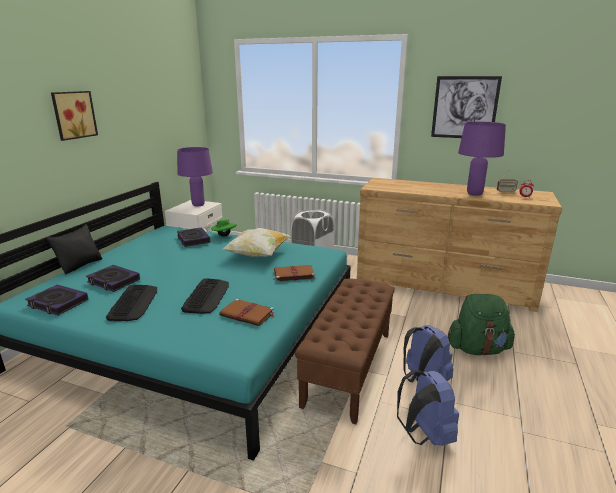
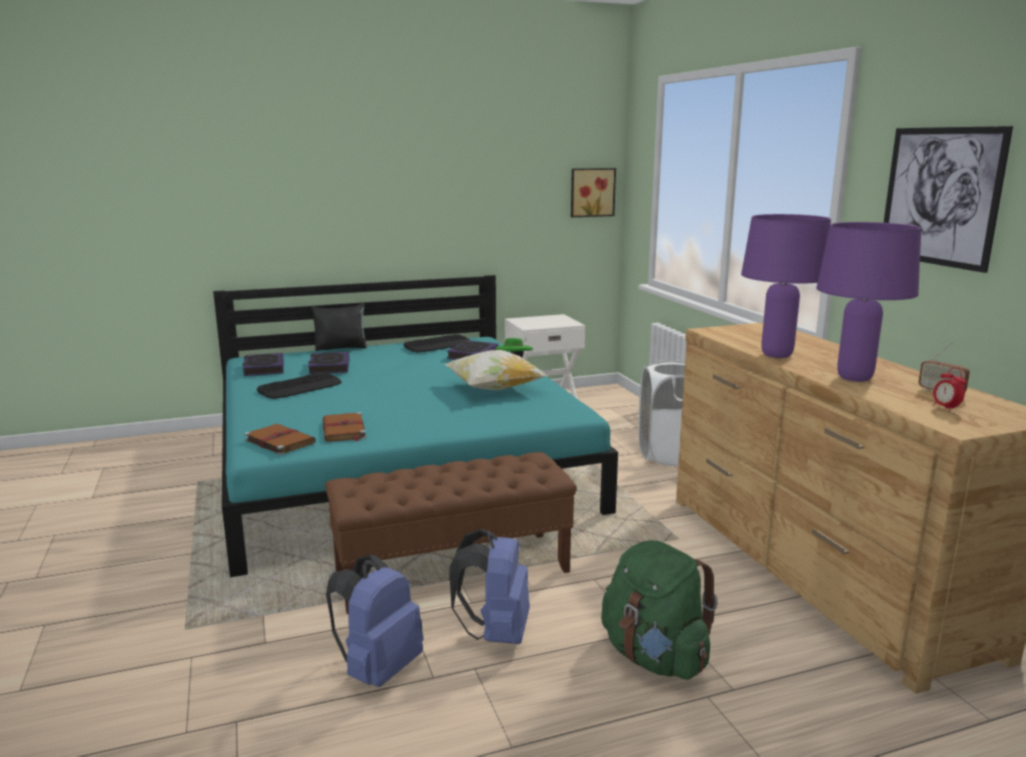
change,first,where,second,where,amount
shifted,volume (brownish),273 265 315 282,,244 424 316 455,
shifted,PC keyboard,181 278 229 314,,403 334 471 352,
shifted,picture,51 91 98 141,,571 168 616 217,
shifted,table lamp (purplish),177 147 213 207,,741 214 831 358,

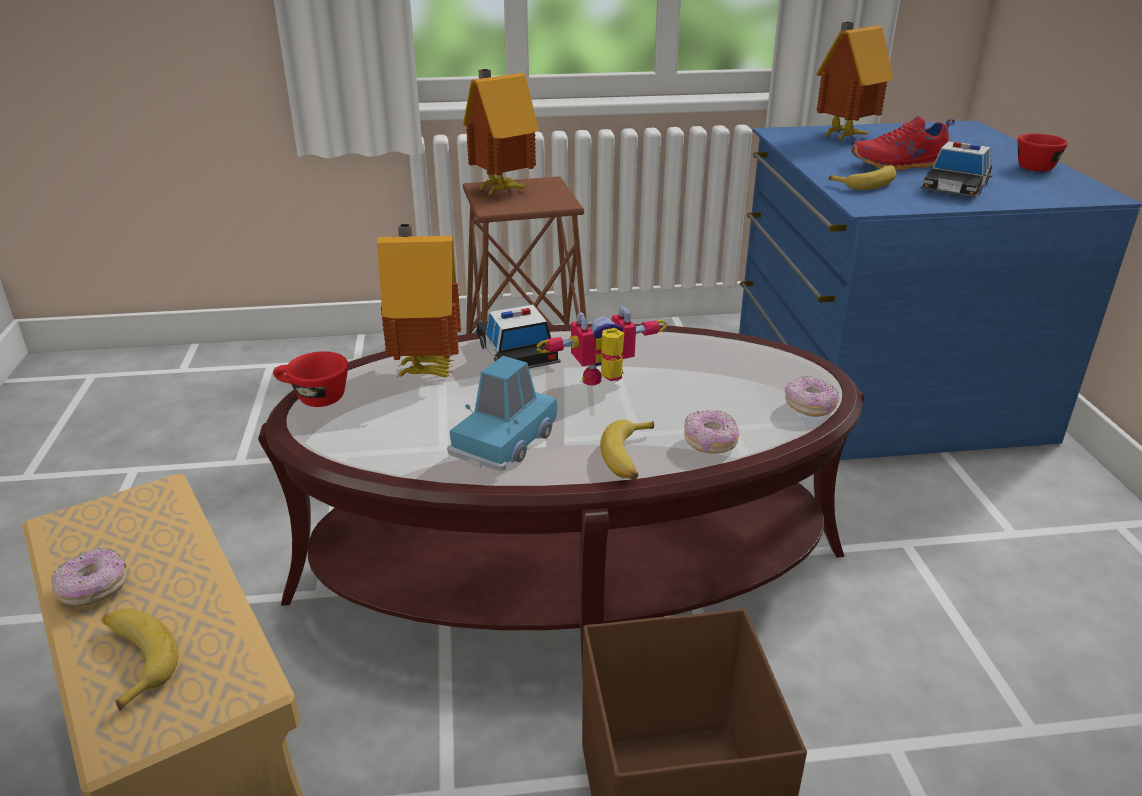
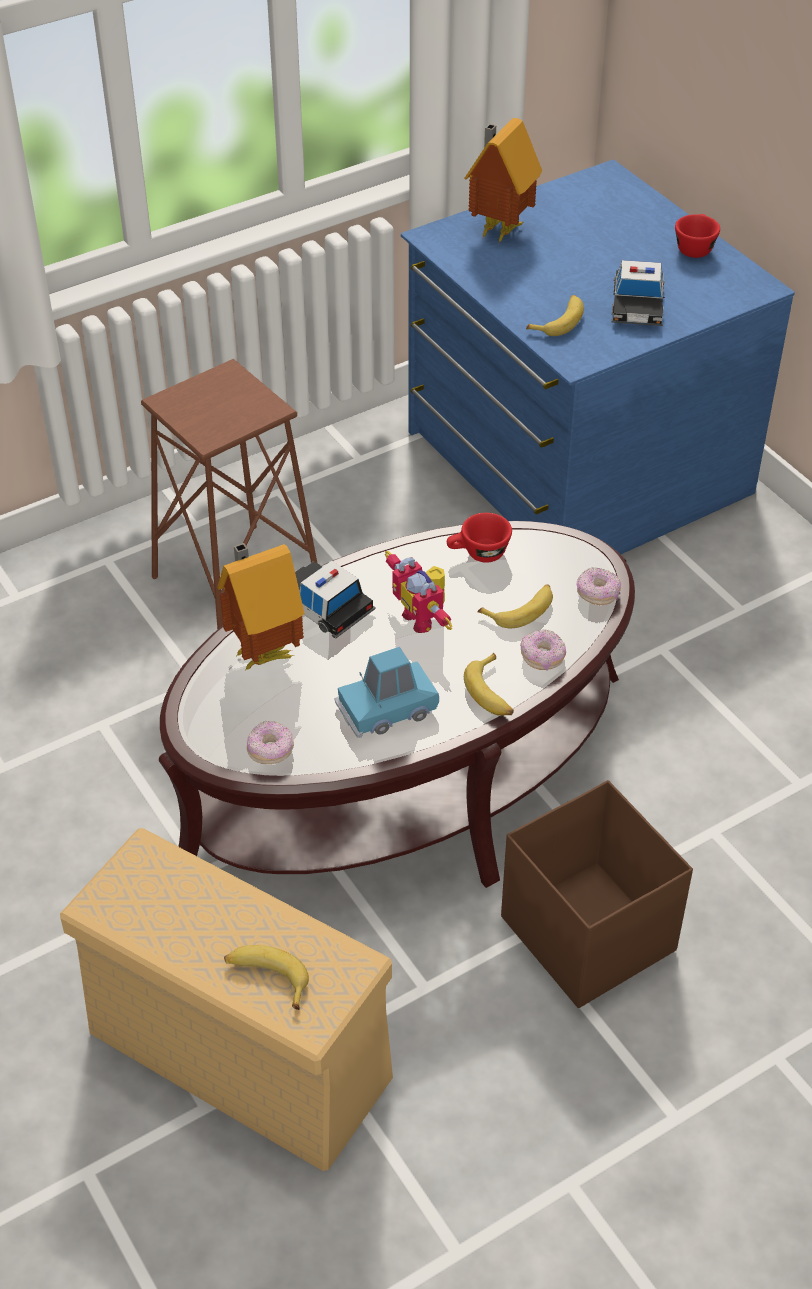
change,first,where,second,where,amount
shifted,ring doughnut,51 547 127 606,,247 721 294 764,
rotated,model car (bluish),447 356 557 471,,334 647 439 738,60 degrees clockwise
rotated,toy robot,536 306 667 386,,385 551 452 633,75 degrees counterclockwise
shifted,cup (red-coloured),273 351 348 407,,447 513 512 563,
new,,,whole banana,478 584 553 628,
gone,miniature house,463 69 539 196,,,
gone,low shoe (red-coloured),851 116 955 170,,,

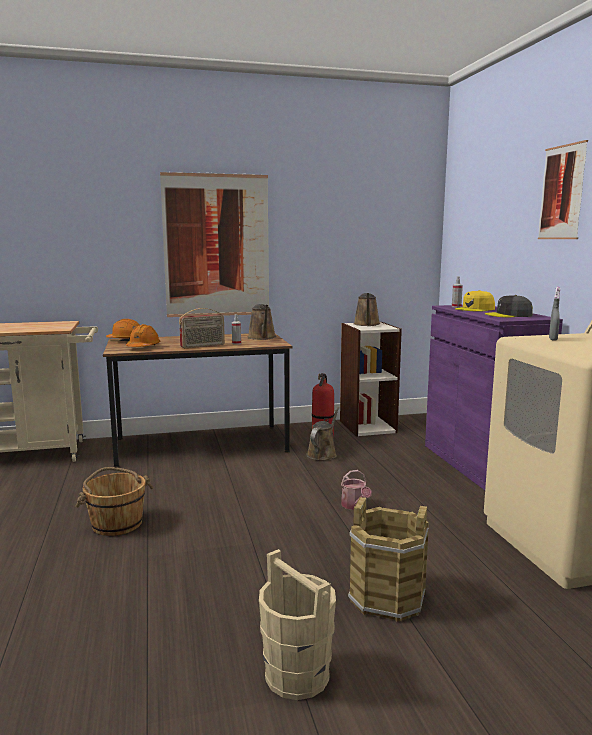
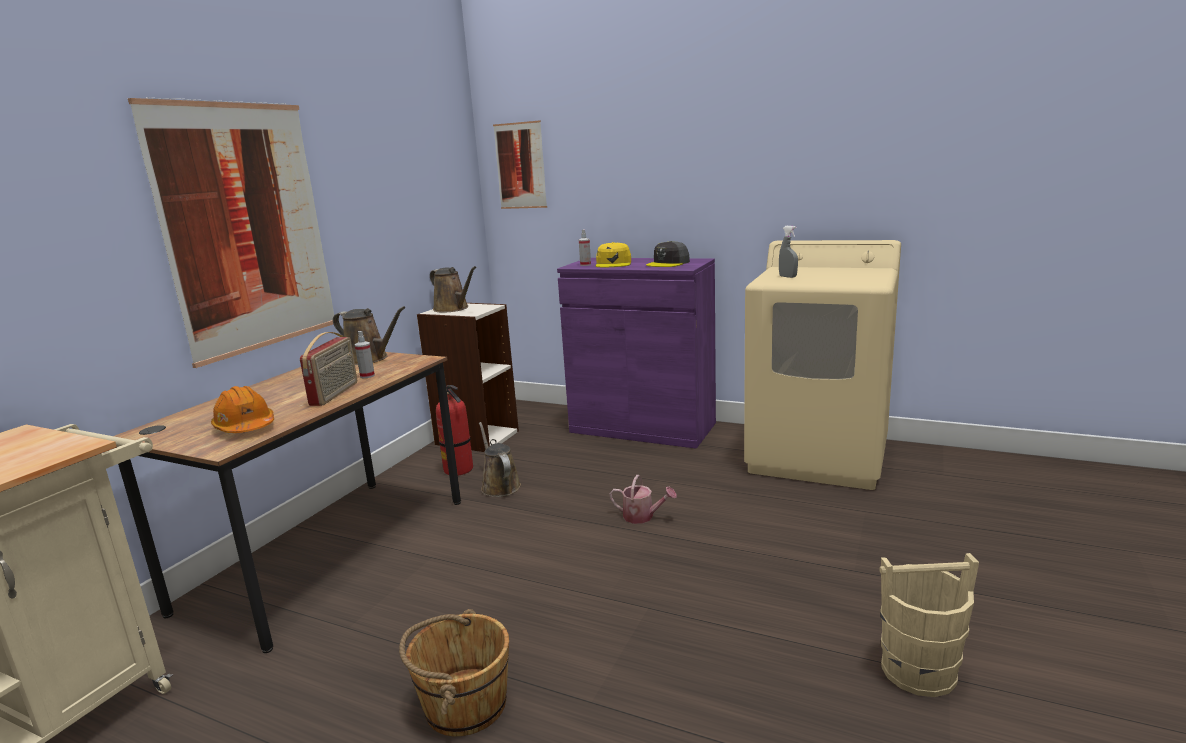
change,first,where,second,where,amount
shifted,picture,538 140 588 239,,493 120 547 209,
gone,work helmet (orange-coloured),106 319 140 339,,,
gone,water bucket (brownish),348 497 429 622,,,

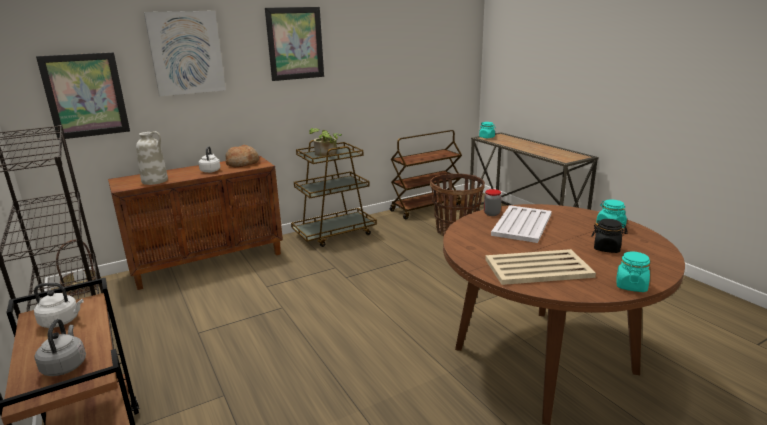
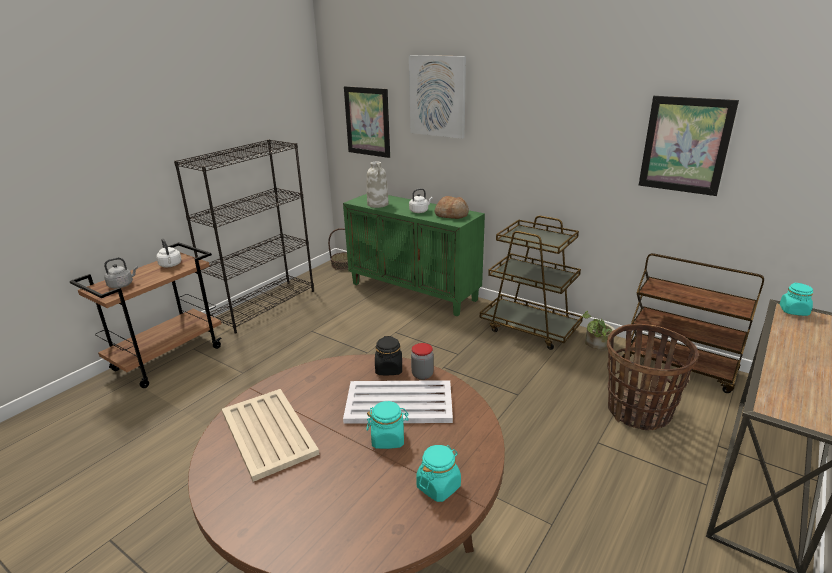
change,first,where,second,where,amount
repainted,cupboard (brownish),108 156 283 290,cupboard (green-coloured),343 194 485 316,
shifted,storage jar (turquoise),617 251 650 292,,366 401 409 449,
shifted,storage jar (black-coloured),591 219 627 253,,375 336 402 375,
shifted,potted plant,309 128 342 157,,582 311 615 351,
shifted,picture,265 7 324 81,,639 96 739 196,

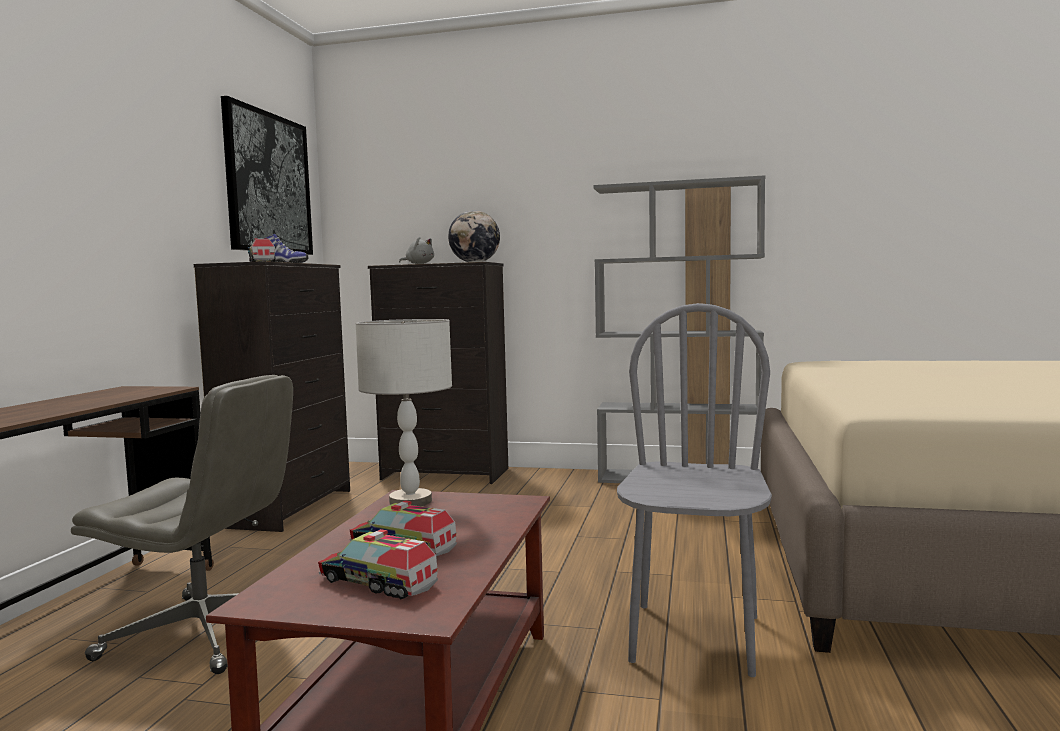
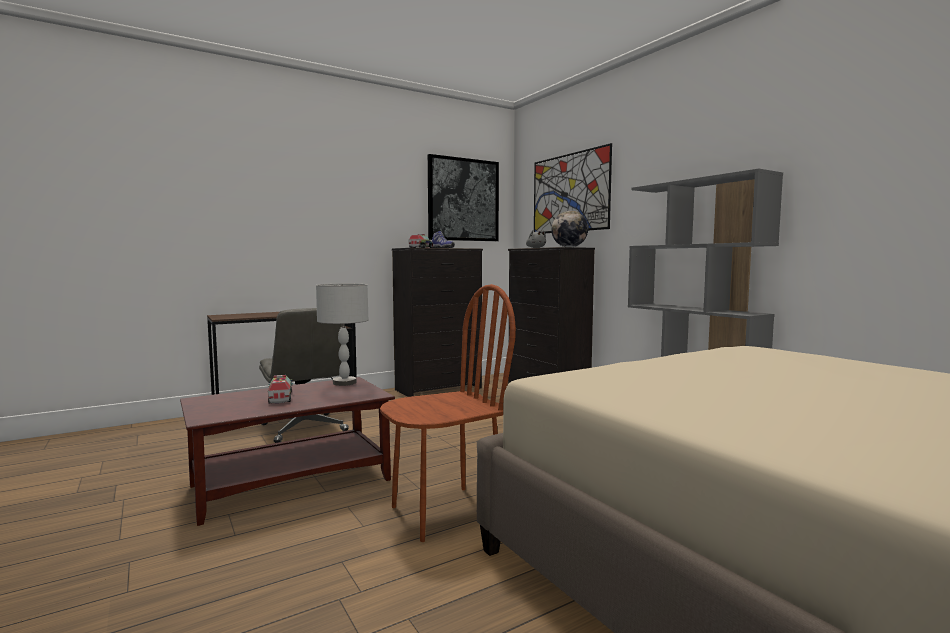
change,first,where,second,where,amount
repainted,chair (greyish),617 303 772 677,chair (brownish),380 284 516 542,
new,,,picture,534 143 612 233,
gone,toy truck,318 529 438 599,,,

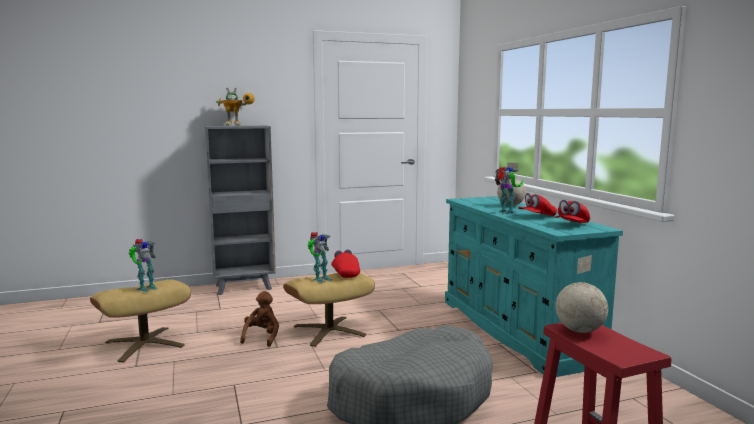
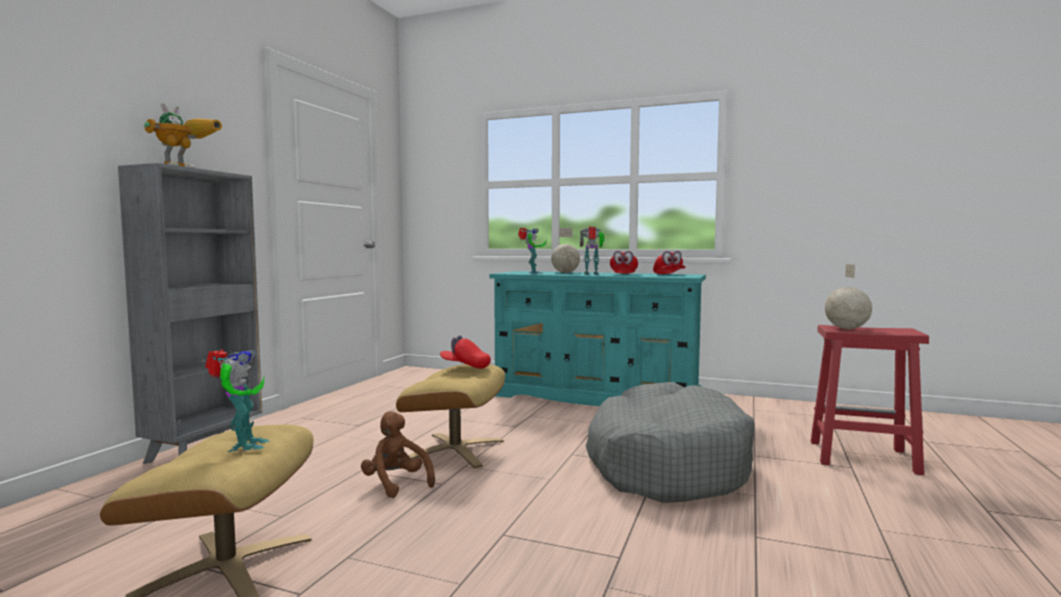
change,first,where,second,where,amount
shifted,toy robot,307 232 331 283,,518 228 546 274,

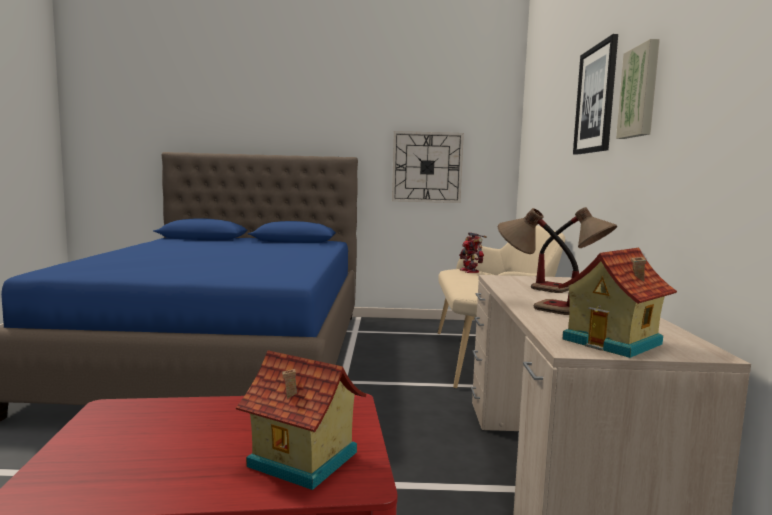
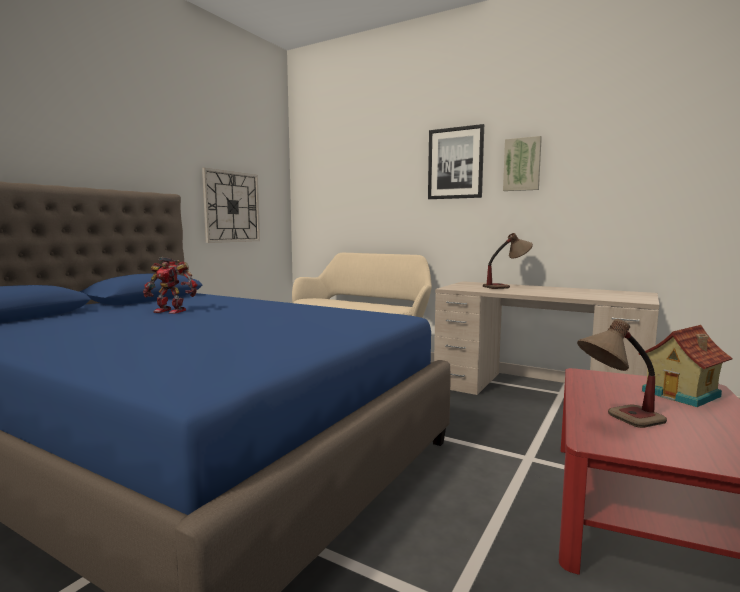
change,first,where,second,where,amount
shifted,toy robot,459 232 487 273,,143 257 197 314,
shifted,table lamp,498 208 579 315,,577 319 667 428,
gone,miniature house,558 248 677 358,,,

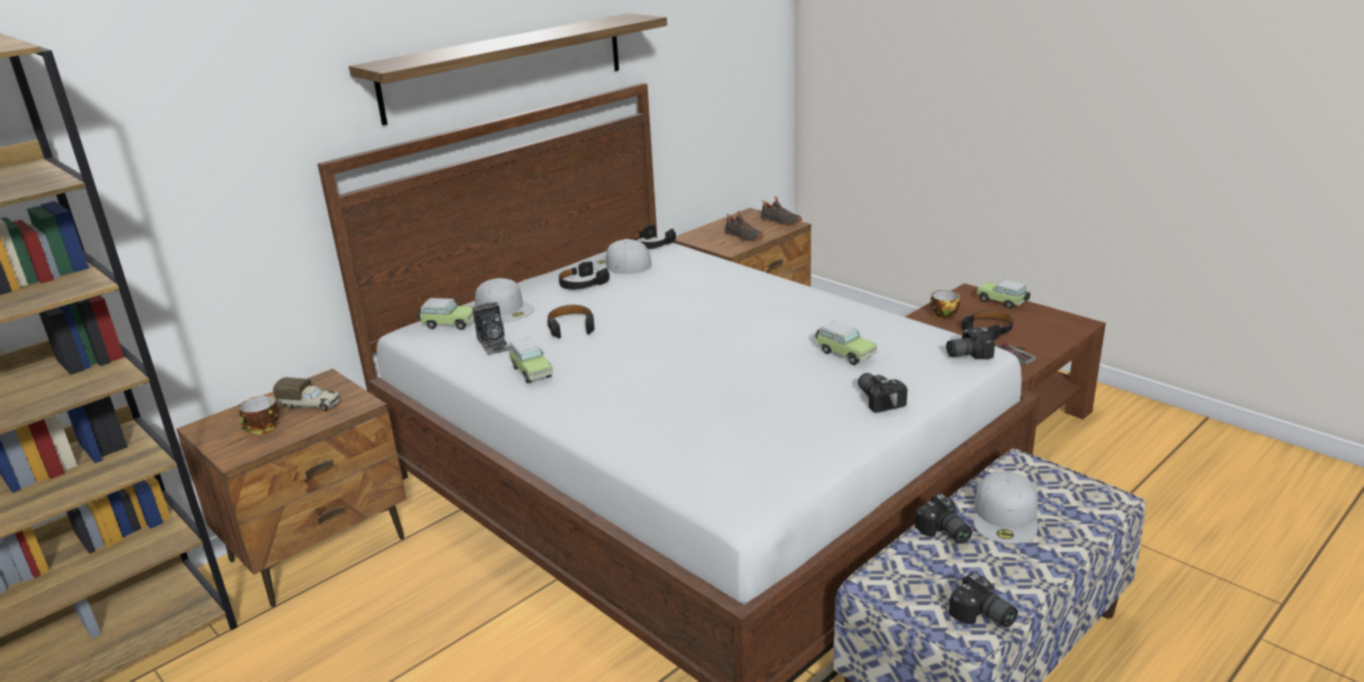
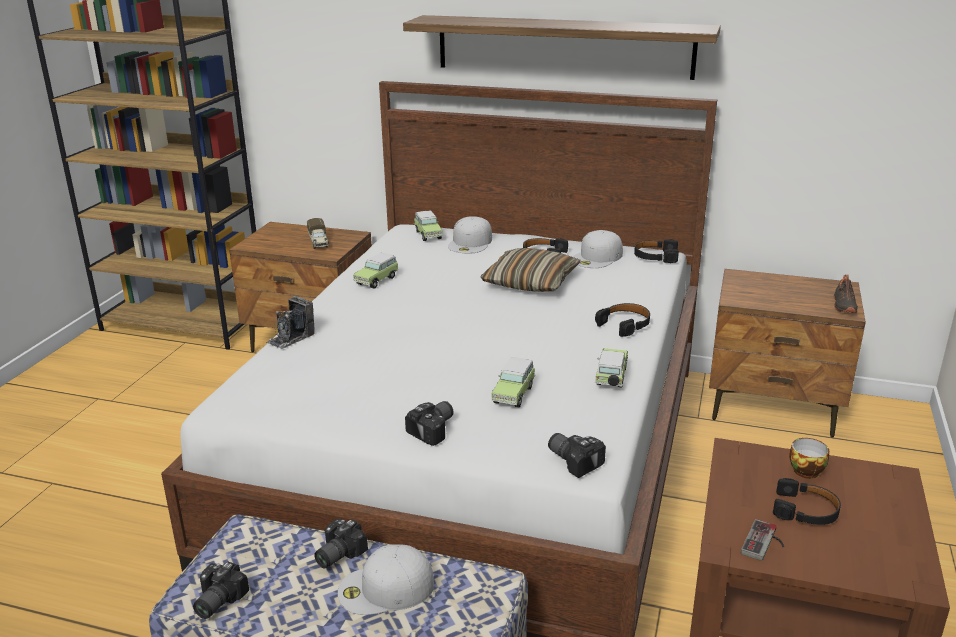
change,first,where,second,where,amount
shifted,still camera,473 302 510 355,,266 296 315 349,
new,,,cushion,481 248 581 292,
rotated,cap (whitish),593 239 652 274,,573 230 623 268,135 degrees counterclockwise
shifted,pair of headphones (black-coloured),547 305 594 339,,595 303 650 337,
shifted,model car,977 279 1030 309,,595 348 628 387,
gone,cup,239 395 279 434,,,
gone,low shoe (black-coloured),725 211 763 242,,,

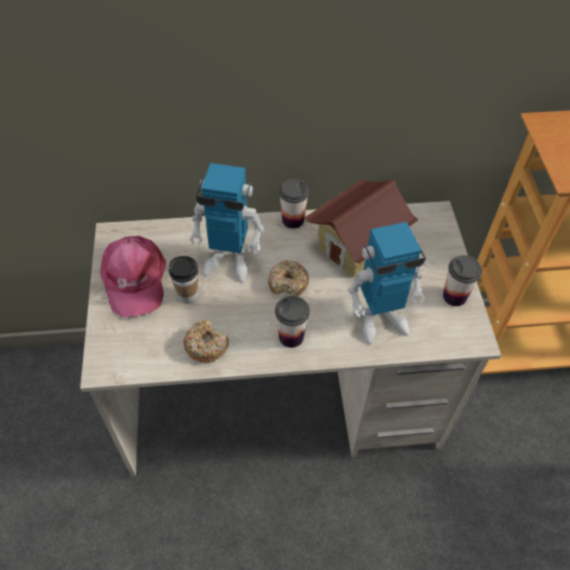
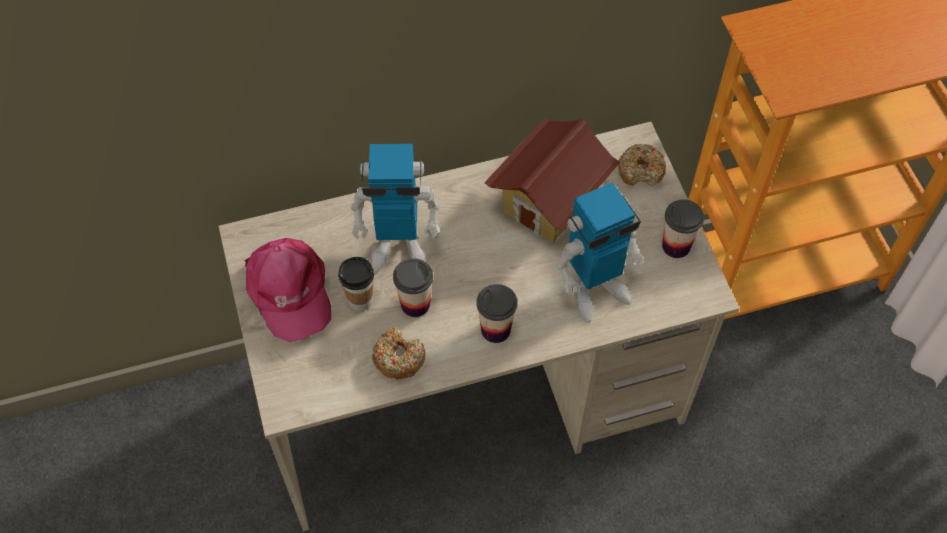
change,first,where,second,where,amount
shifted,cup,279 179 309 229,,393 258 433 317,
shifted,ring doughnut,268 260 309 296,,618 143 666 186,

